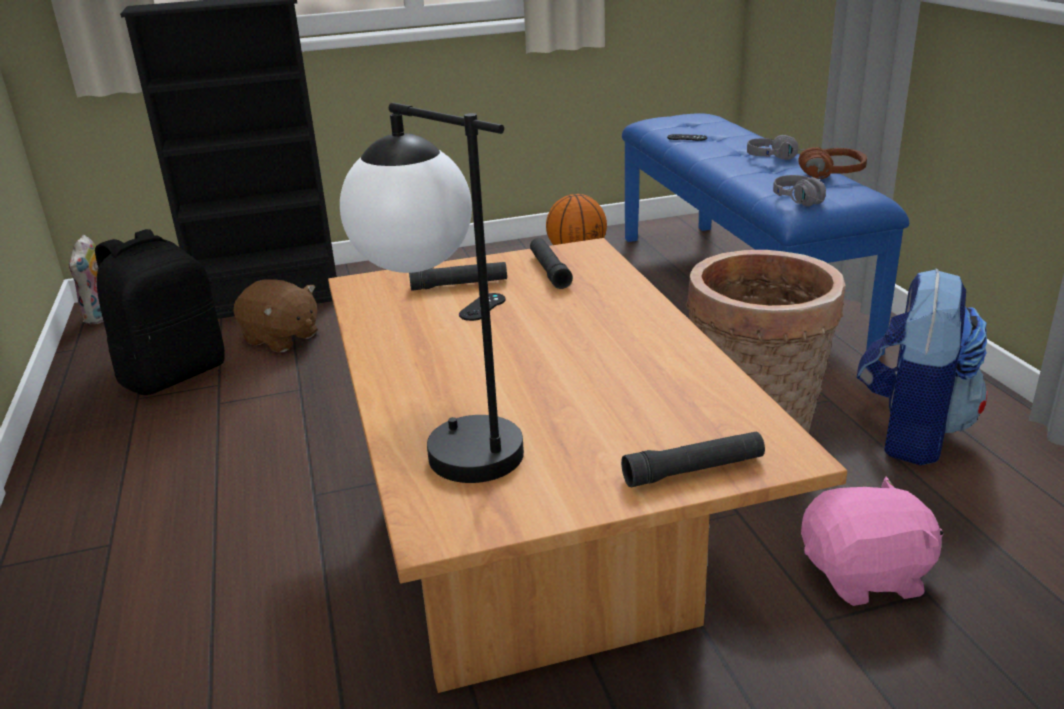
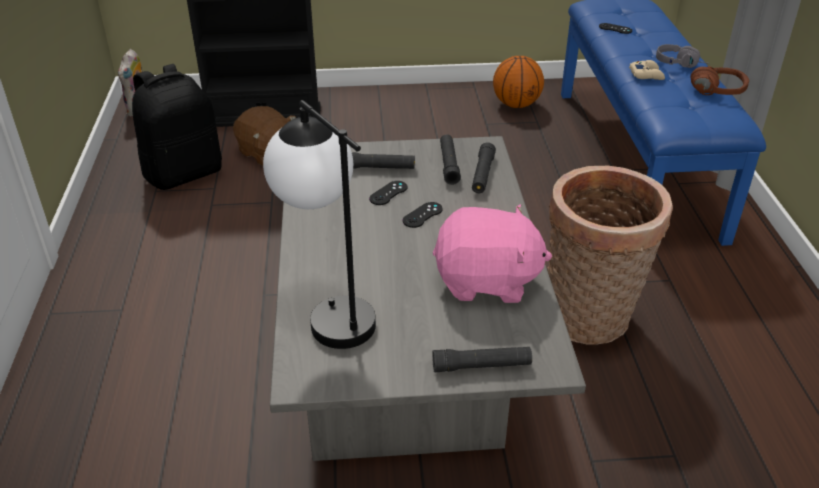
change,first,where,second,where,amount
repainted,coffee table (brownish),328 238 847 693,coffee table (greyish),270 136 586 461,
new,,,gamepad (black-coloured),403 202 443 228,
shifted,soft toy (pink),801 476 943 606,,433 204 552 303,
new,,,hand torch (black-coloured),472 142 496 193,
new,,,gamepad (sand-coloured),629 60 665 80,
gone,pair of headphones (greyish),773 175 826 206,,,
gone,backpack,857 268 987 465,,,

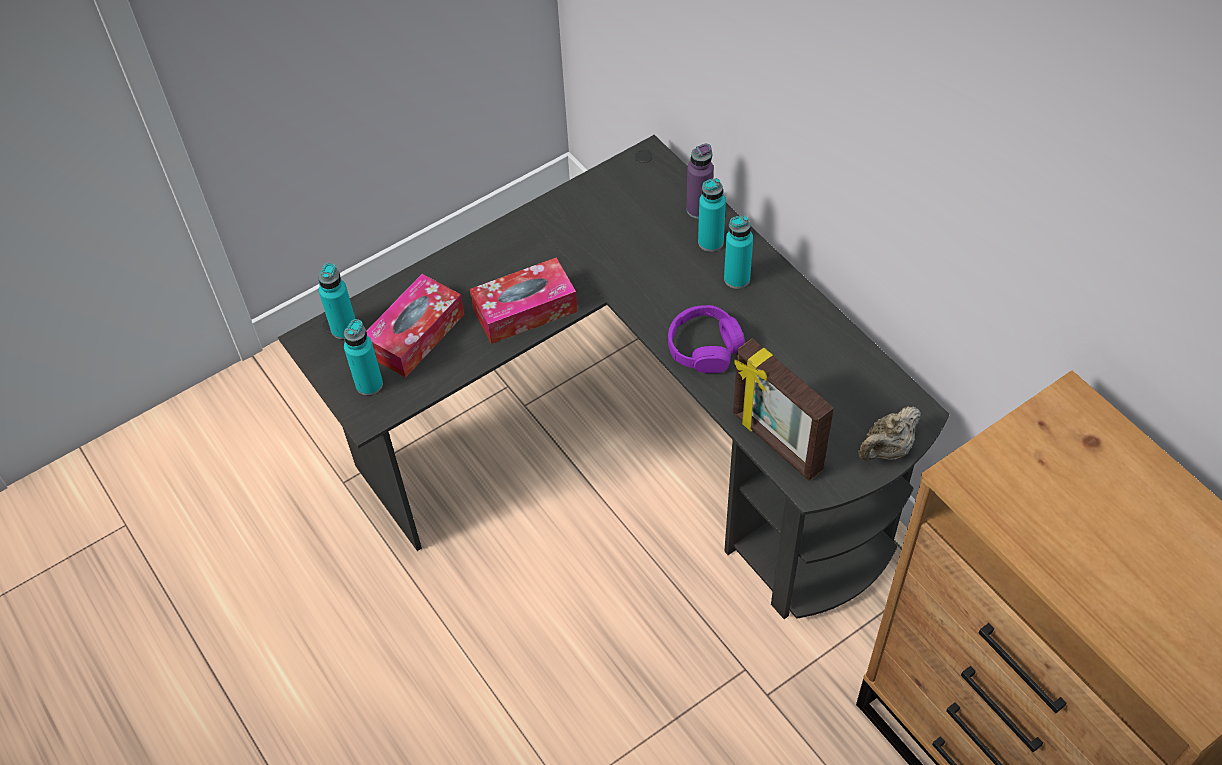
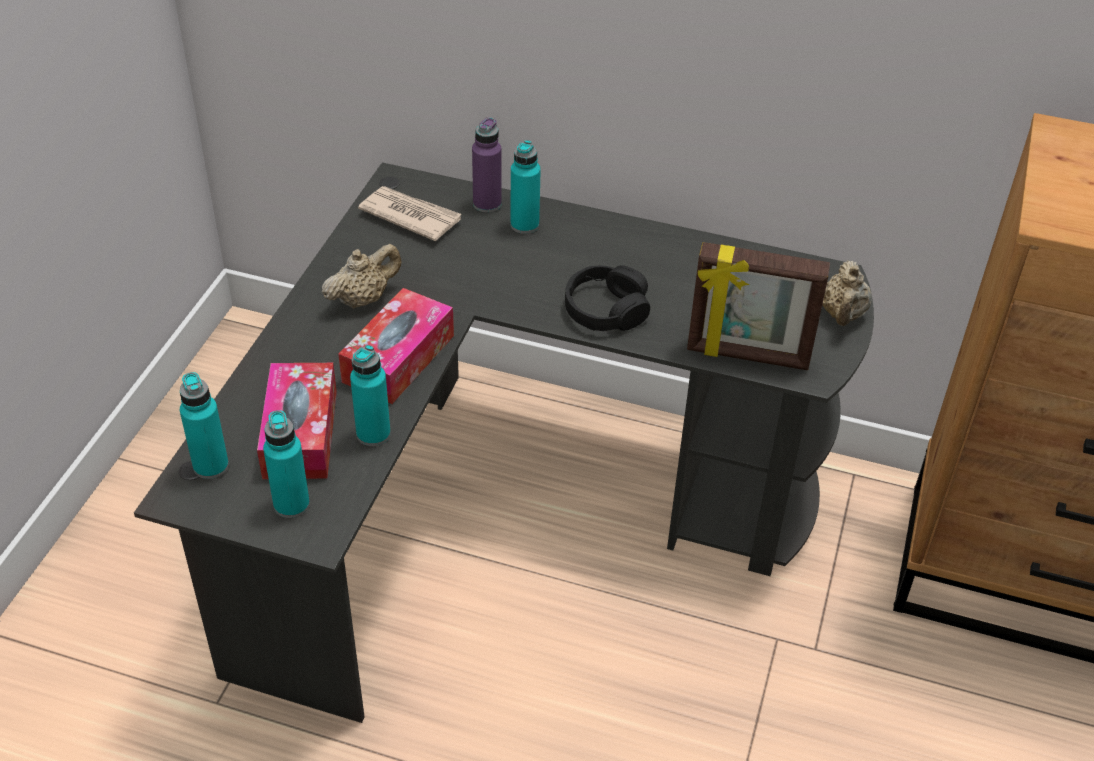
change,first,where,second,where,amount
new,,,pot for tea (sand-coloured),322 244 402 309,
shifted,drink bottle (turquoise),724 215 753 289,,350 345 391 446,
new,,,newspaper,358 186 461 241,
repainted,pair of headphones (purplish),668 305 745 373,pair of headphones (black-coloured),565 265 650 331,

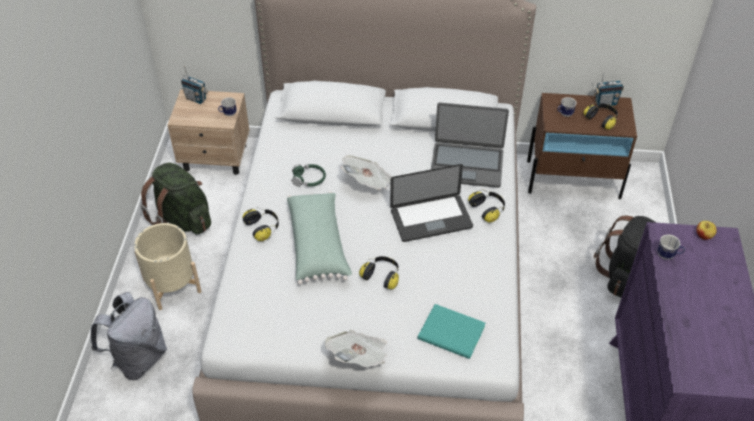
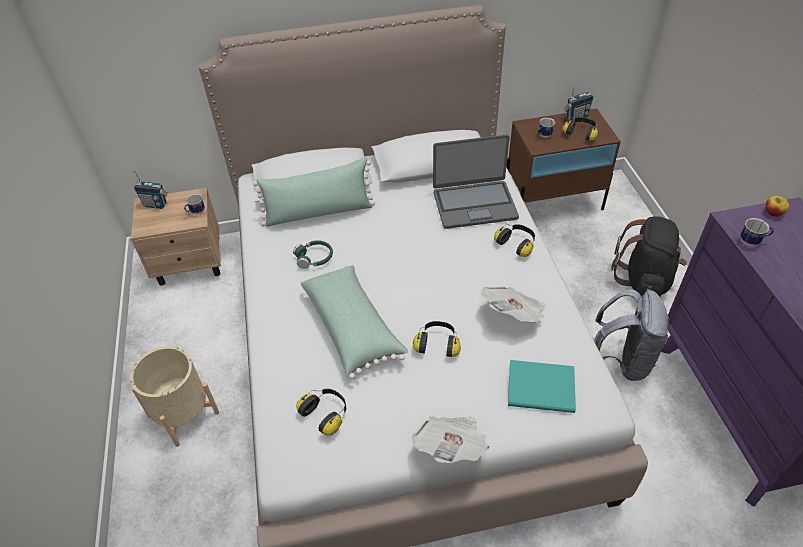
change,first,where,second,where,amount
new,,,cushion (green-coloured),253 158 375 227,
shifted,pair of headphones,242 207 279 241,,296 389 346 436,
shifted,newspaper,341 155 392 190,,481 287 545 323,
shifted,backpack (greyish),91 292 167 380,,594 289 670 381,
gone,backpack (green-coloured),141 162 211 235,,,
gone,laptop,390 164 473 242,,,

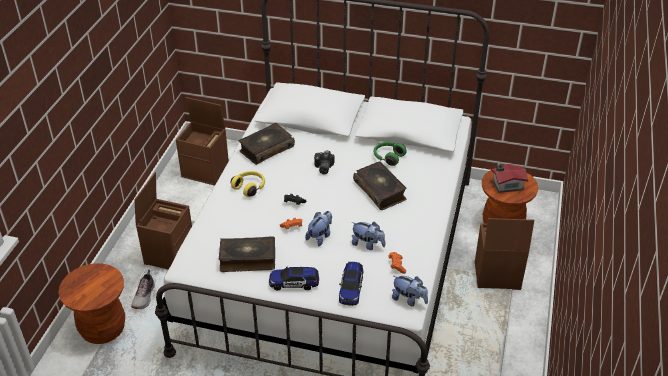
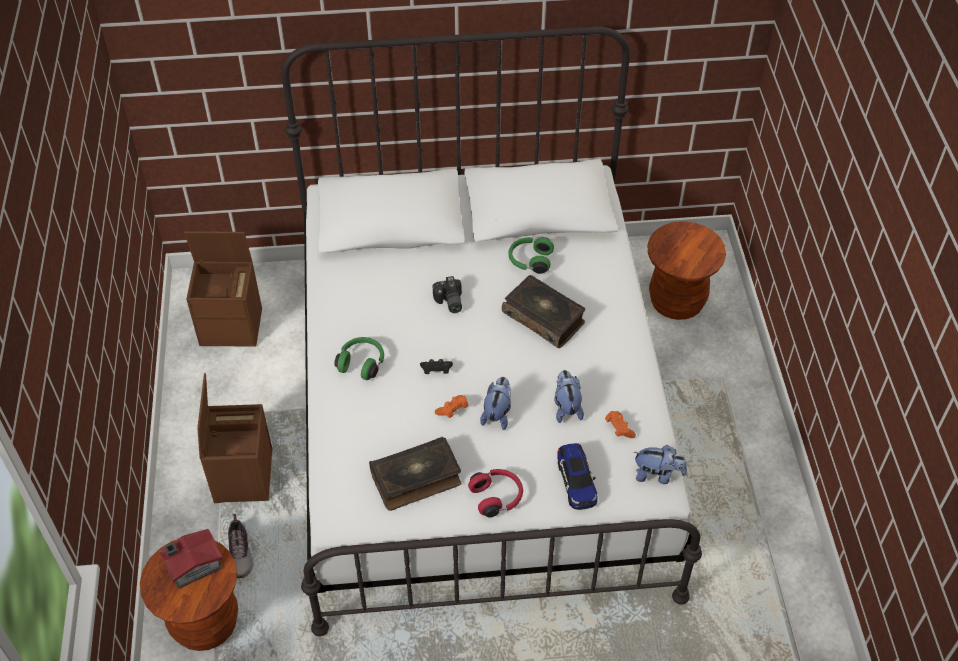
change,first,where,second,where,amount
shifted,miniature house,491 164 528 193,,159 529 223 588,
repainted,pair of headphones (yellow-coloured),230 171 265 197,pair of headphones (green-coloured),334 337 384 380,
swapped,model car,269 266 319 290,pair of headphones (red-coloured),468 469 523 517,
rotated,soft toy,351 222 385 250,,554 370 584 423,105 degrees counterclockwise
gone,volume,239 123 295 165,,,
gone,storage bin (brownish),475 218 534 290,,,

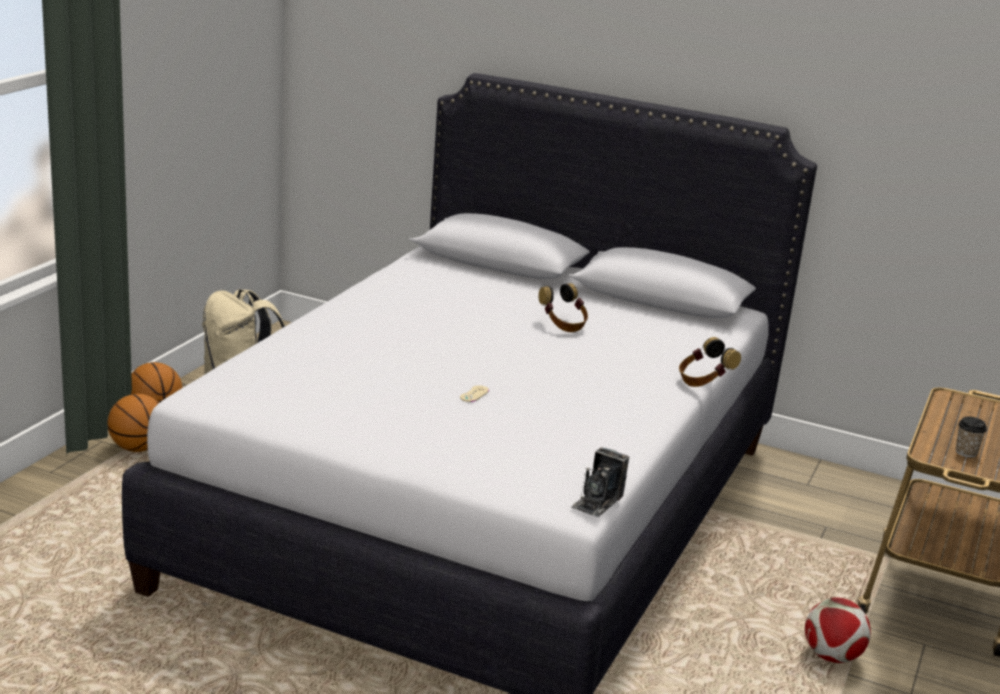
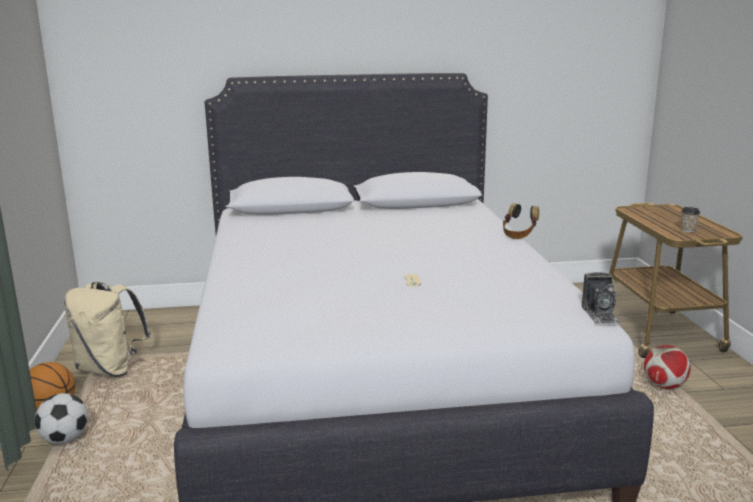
change,first,where,second,where,amount
swapped,ball for basketball,108 394 159 452,football ball,35 393 89 444,
gone,pair of headphones,539 283 588 332,,,

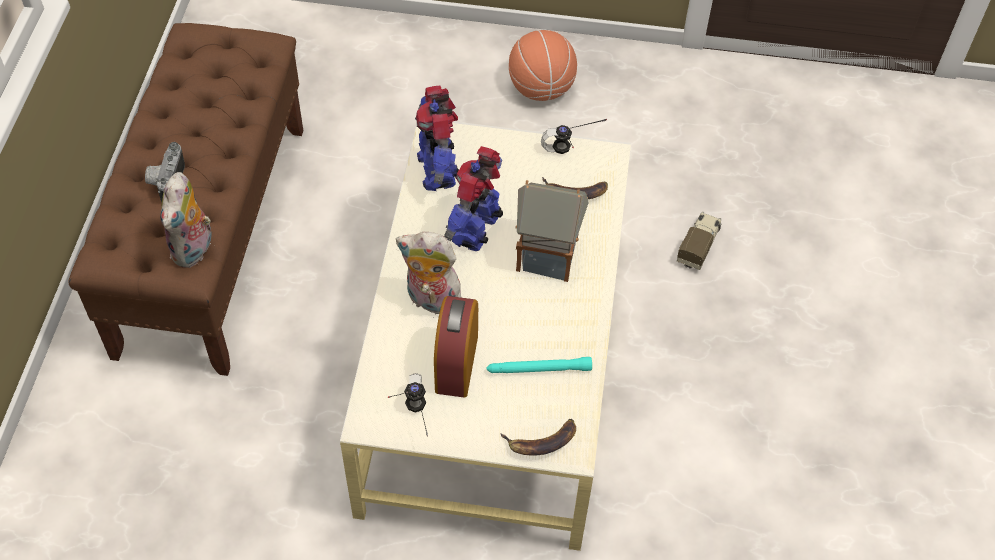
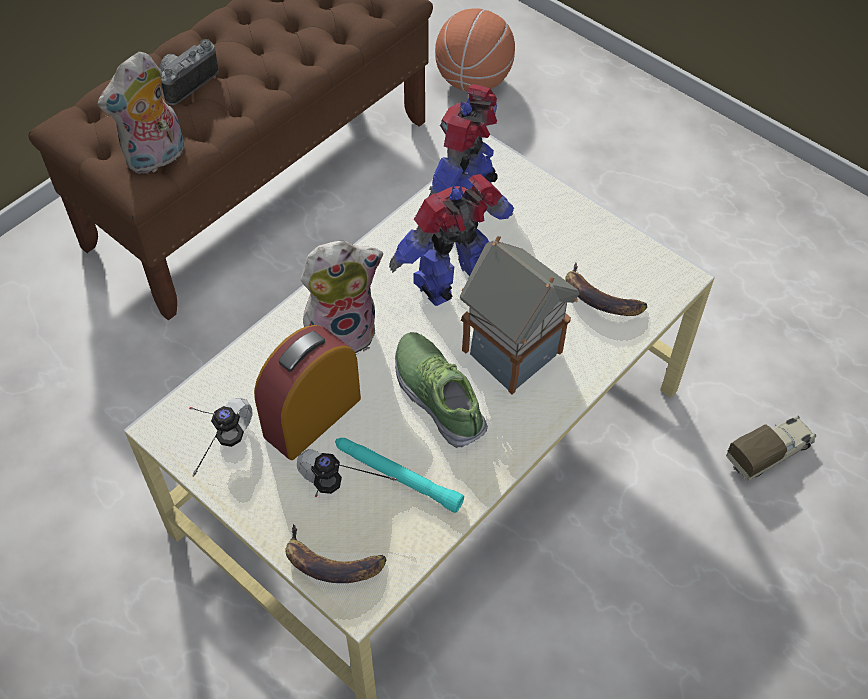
change,first,where,second,where,amount
shifted,pair of headphones,541 119 607 154,,297 449 397 497,
rotated,soft toy,396 232 466 318,,301 241 383 355,105 degrees clockwise
new,,,low shoe,395 332 488 448,
shifted,ball for basketball,509 30 577 101,,435 9 515 91,

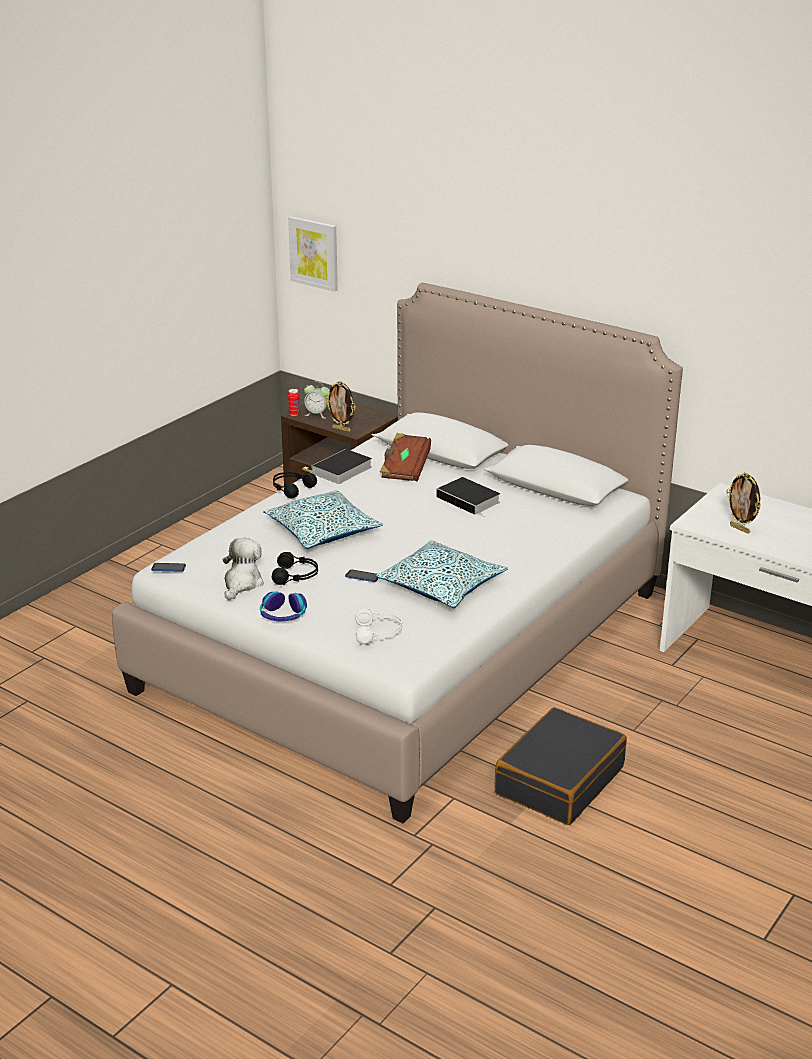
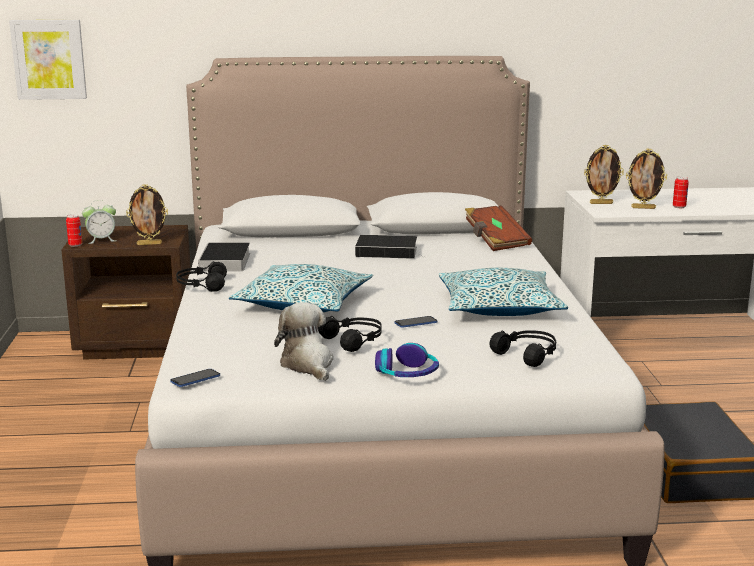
change,first,where,second,where,amount
shifted,volume (brownish),380 433 431 481,,465 205 532 251,
repainted,pair of headphones (whitish),355 608 402 645,pair of headphones (black-coloured),489 330 556 367,
new,,,standing frame,584 145 624 204,
new,,,sealed can,673 176 689 208,

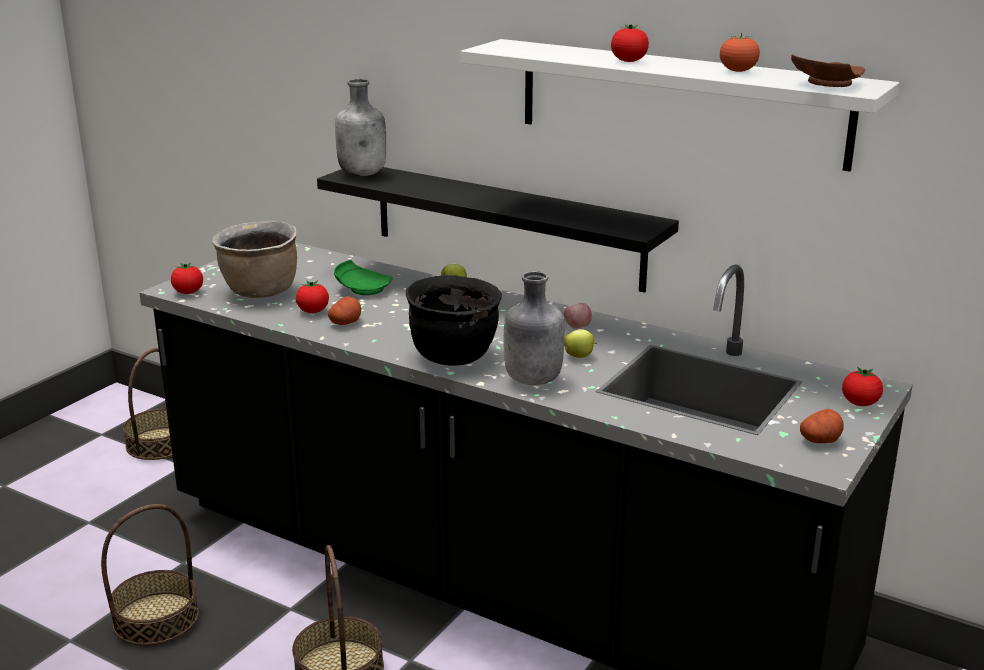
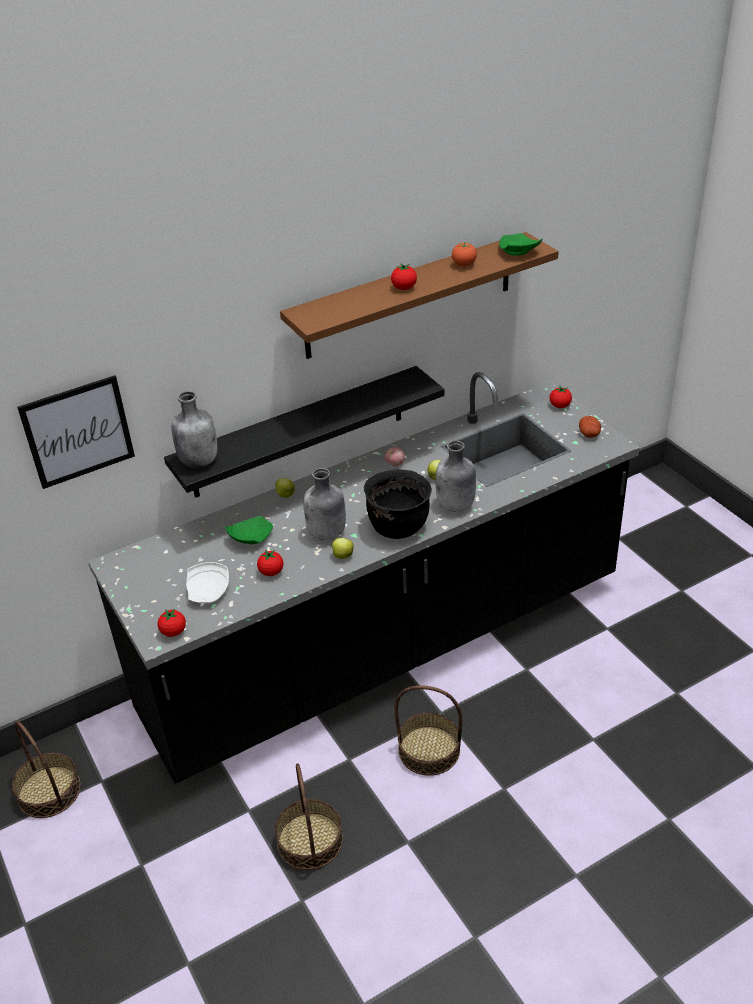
change,first,where,second,where,amount
new,,,picture,17 375 135 489,
swapped,cooking pot (brownish),212 221 297 298,plate (whitish),186 562 229 604,
repainted,bracket shelf (whitish),461 39 900 171,bracket shelf (brownish),280 232 559 359,
new,,,drink bottle (greyish),304 468 346 540,
new,,,apple fruit,331 538 354 559,
repainted,plate (brownish),791 55 865 87,plate (green-coloured),499 233 542 256,
gone,spud,328 296 361 325,,,

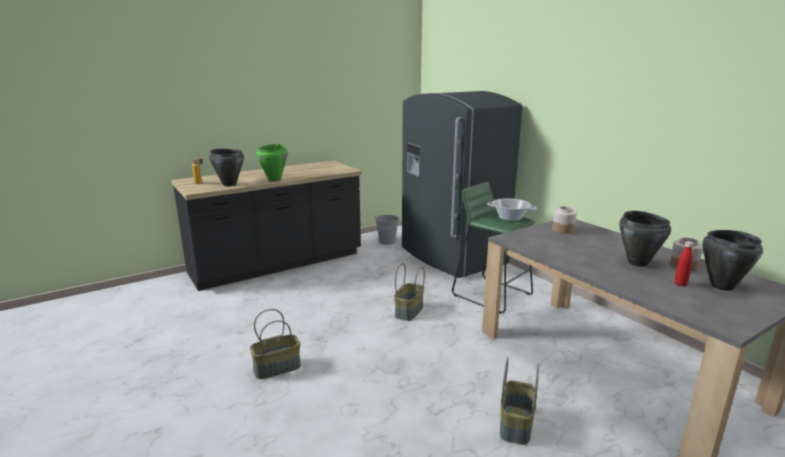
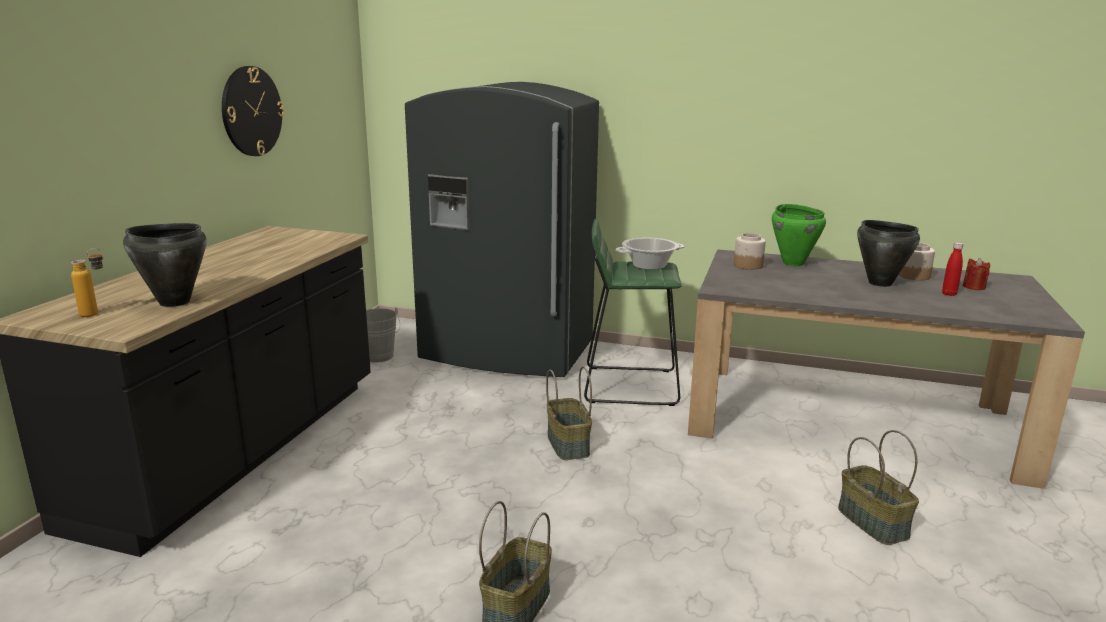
change,first,where,second,where,amount
new,,,clock on the wall,222 66 284 156,
shifted,cooking pot (green-coloured),257 144 288 181,,772 204 826 266,
swapped,cooking pot (black-coloured),702 230 763 291,wax light (red-coloured),963 258 990 290,

